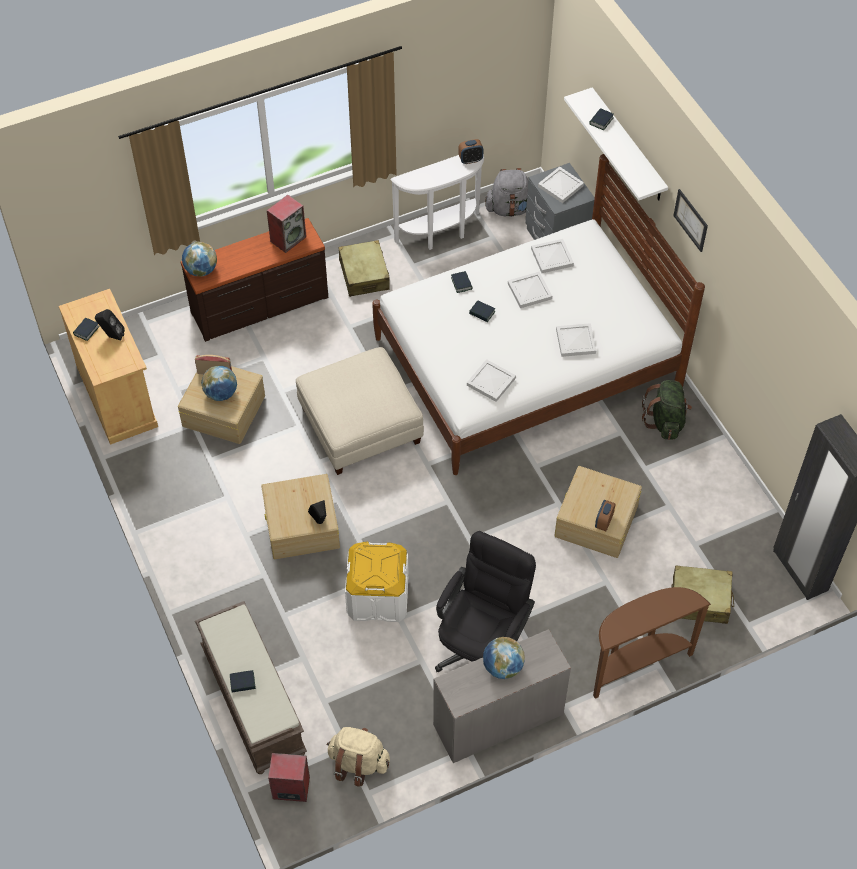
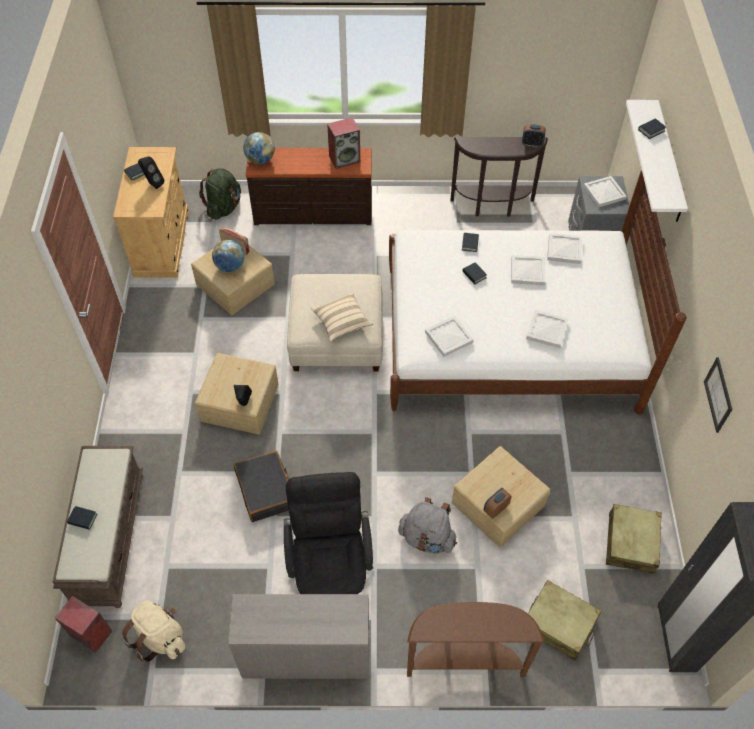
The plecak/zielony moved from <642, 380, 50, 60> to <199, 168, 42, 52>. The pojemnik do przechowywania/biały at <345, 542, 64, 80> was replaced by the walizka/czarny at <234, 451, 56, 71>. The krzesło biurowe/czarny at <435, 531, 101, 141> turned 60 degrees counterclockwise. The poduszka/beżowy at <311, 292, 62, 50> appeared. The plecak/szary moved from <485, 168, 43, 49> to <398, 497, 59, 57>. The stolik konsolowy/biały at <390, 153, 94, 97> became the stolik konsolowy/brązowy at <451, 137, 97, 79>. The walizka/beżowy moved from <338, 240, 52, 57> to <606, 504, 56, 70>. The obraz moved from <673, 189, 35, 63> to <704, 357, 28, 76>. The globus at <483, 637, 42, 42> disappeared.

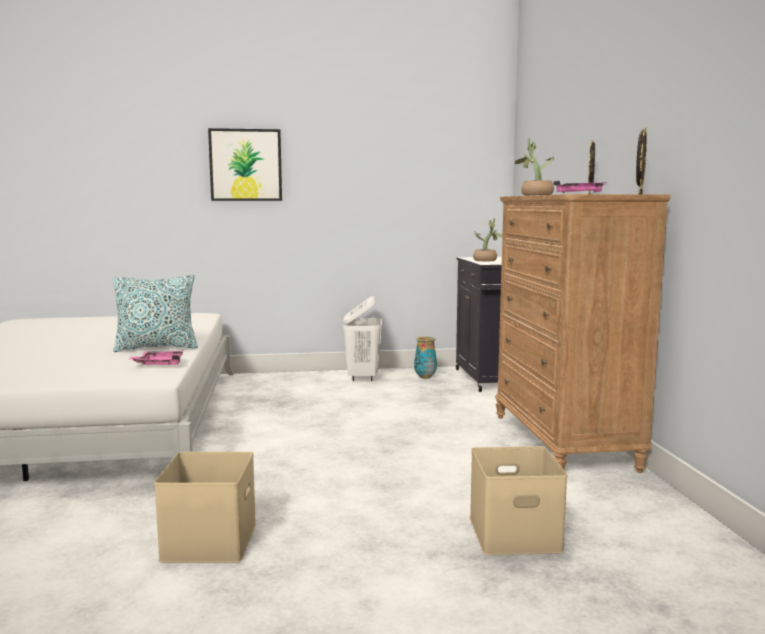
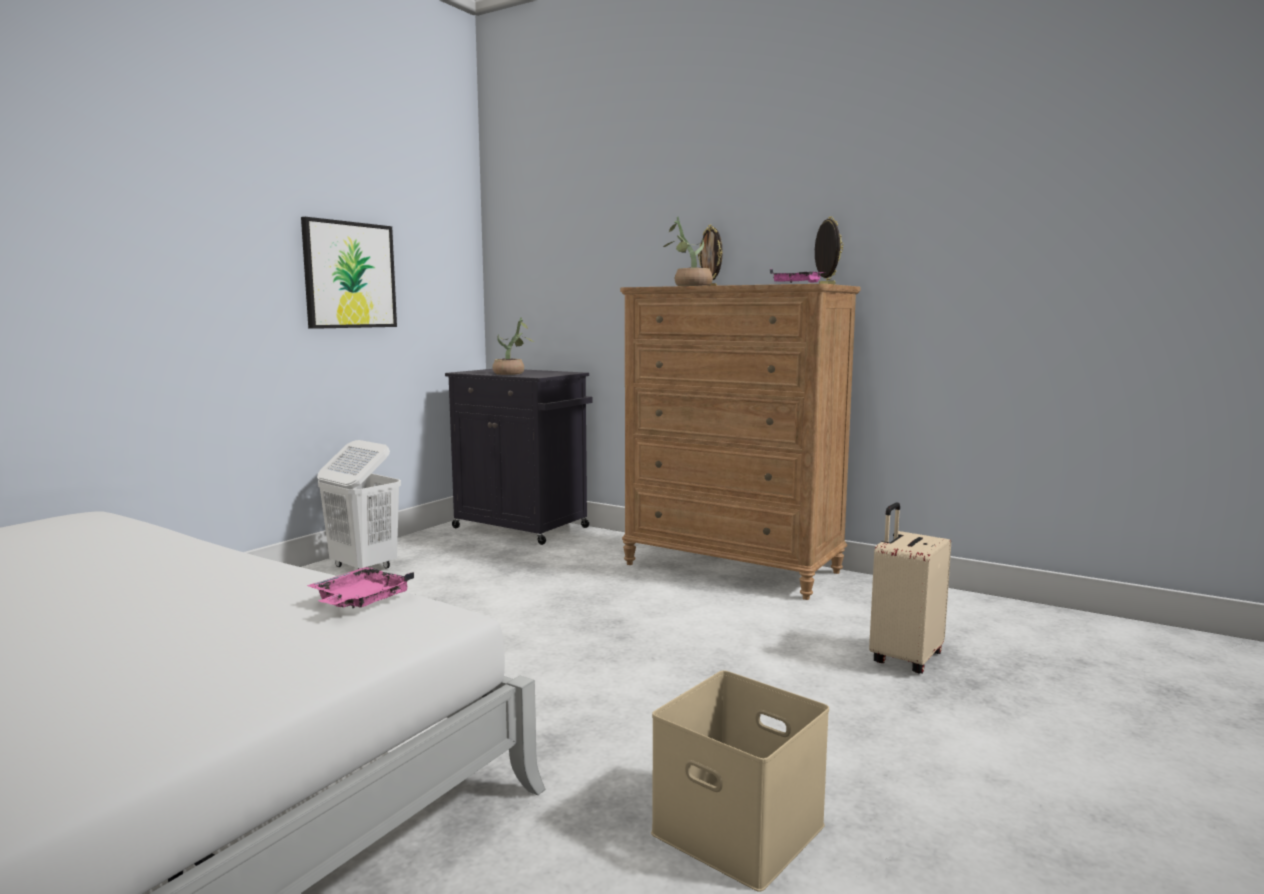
The obraz moved from <208, 128, 74, 73> to <301, 217, 96, 112>. The pojemnik do przechowywania/beżowy at <470, 446, 98, 109> was replaced by the walizka/beżowy at <869, 502, 82, 172>. The poduszka at <113, 275, 85, 77> disappeared. The wazon at <414, 336, 23, 43> disappeared.

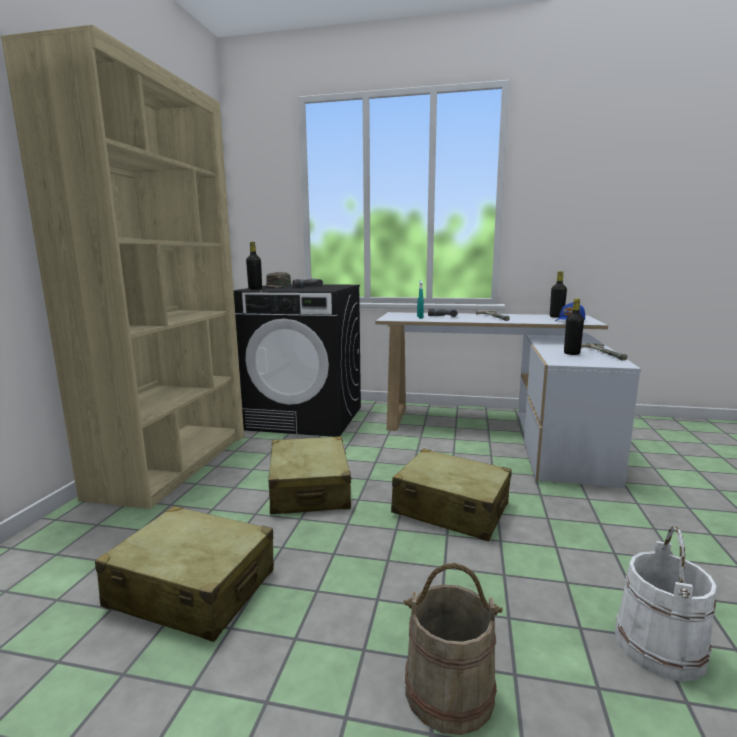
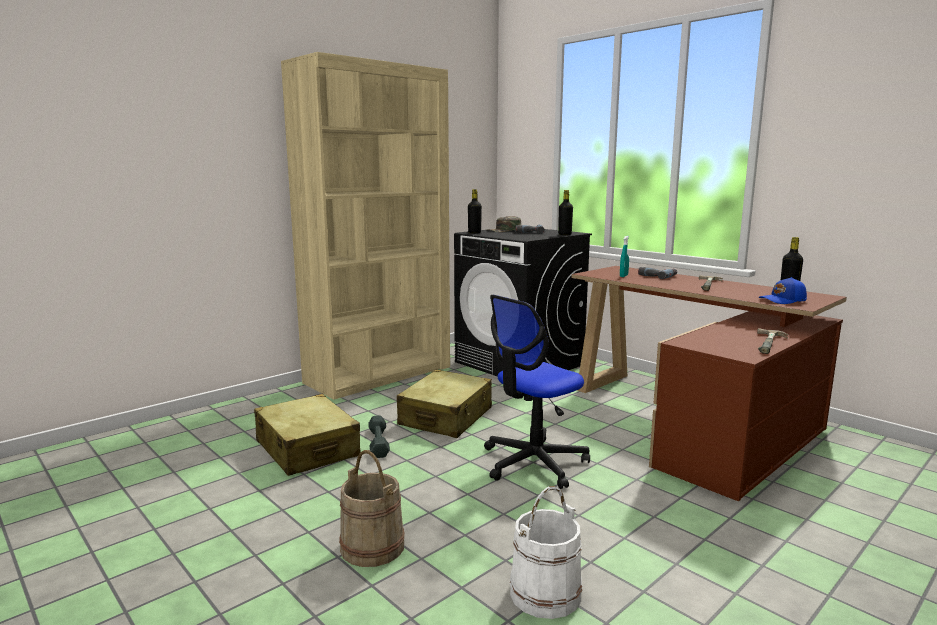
The hantel/szary at <368, 415, 22, 43> appeared. The walizka/beżowy at <391, 449, 121, 93> was replaced by the krzesło biurowe at <484, 295, 106, 194>. The butelka/czarny moved from <564, 298, 20, 57> to <558, 190, 15, 45>. The biurko/biały at <375, 312, 266, 176> became the biurko/brązowy at <572, 266, 275, 236>.

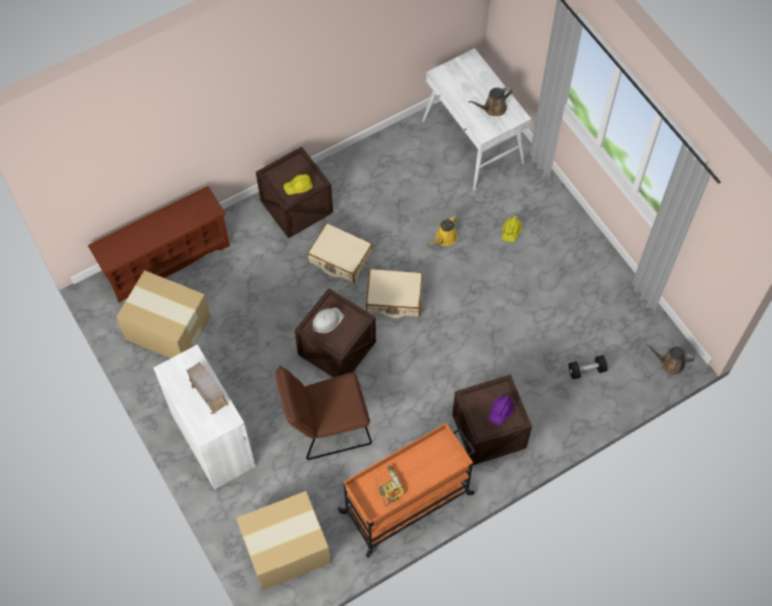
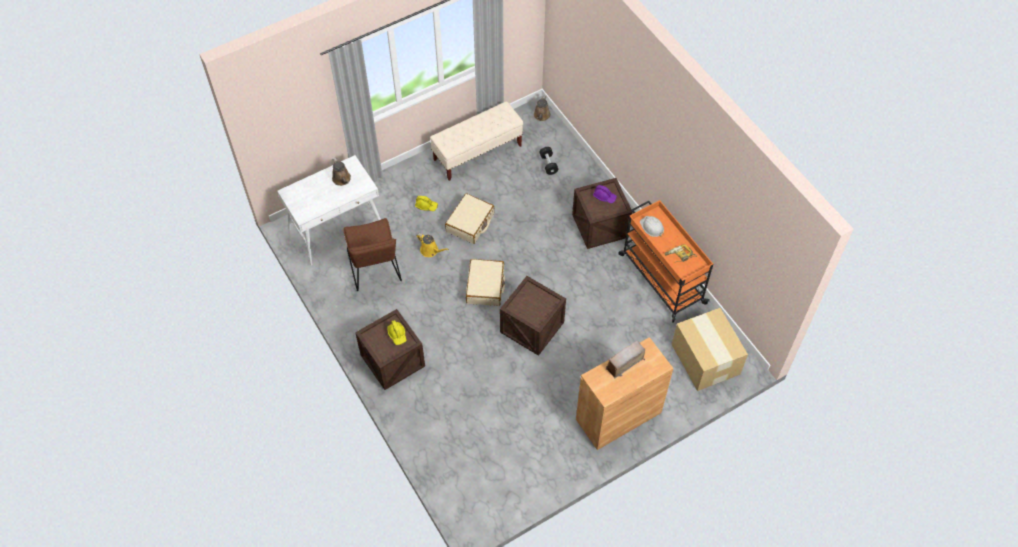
The krzesło/brązowy moved from <275, 366, 97, 94> to <343, 218, 59, 73>. The ławka/beżowy at <430, 101, 93, 80> appeared. The walizka/beżowy moved from <307, 223, 66, 60> to <445, 193, 49, 51>. The szafka/biały at <154, 344, 102, 146> became the szafka/brązowy at <576, 337, 97, 113>. The kask/biały moved from <313, 307, 31, 26> to <640, 216, 24, 21>. The regał na buty/brązowy at <88, 186, 142, 117> disappeared. The karton at <116, 270, 95, 88> disappeared.

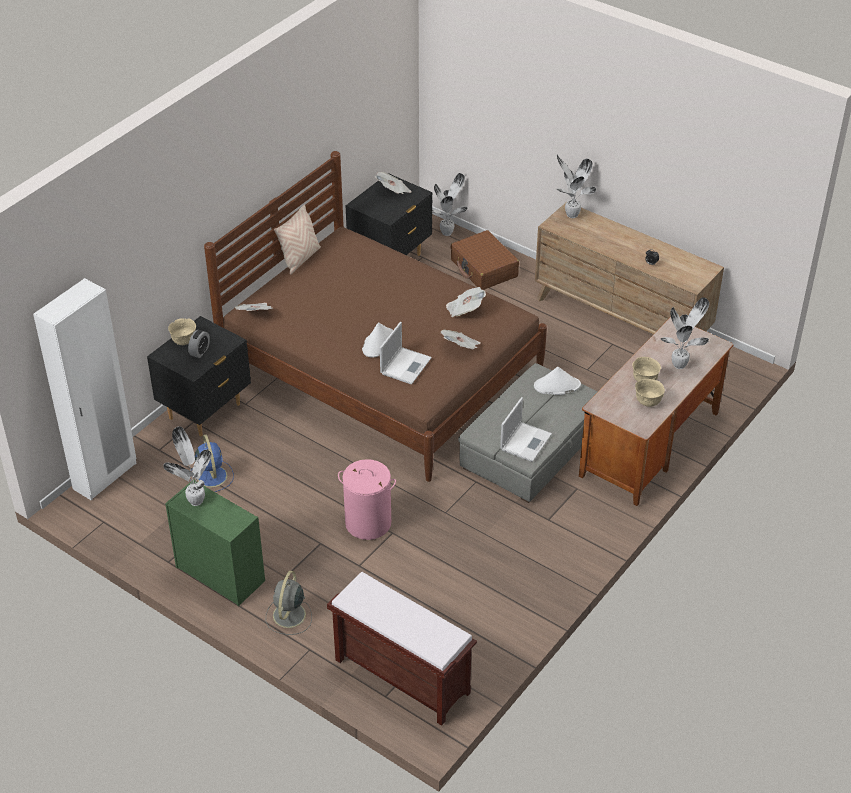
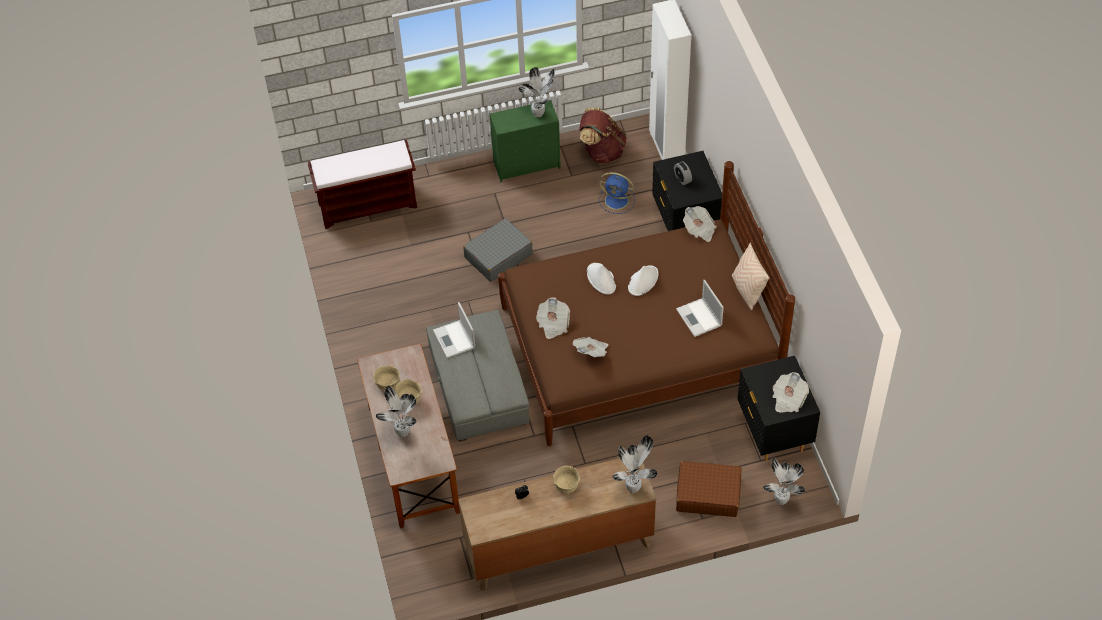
The kosz na pranie/różowy at <338, 459, 58, 81> was replaced by the walizka/szary at <463, 218, 70, 64>. The miska/beżowy moved from <168, 318, 28, 27> to <553, 466, 27, 28>. The plecak/brązowy at <579, 107, 48, 57> appeared. The kapelusz/biały moved from <534, 367, 47, 28> to <628, 265, 31, 31>. The laptop moved from <380, 322, 52, 63> to <676, 280, 48, 57>. The wentylator/szary at <266, 571, 46, 64> disappeared.

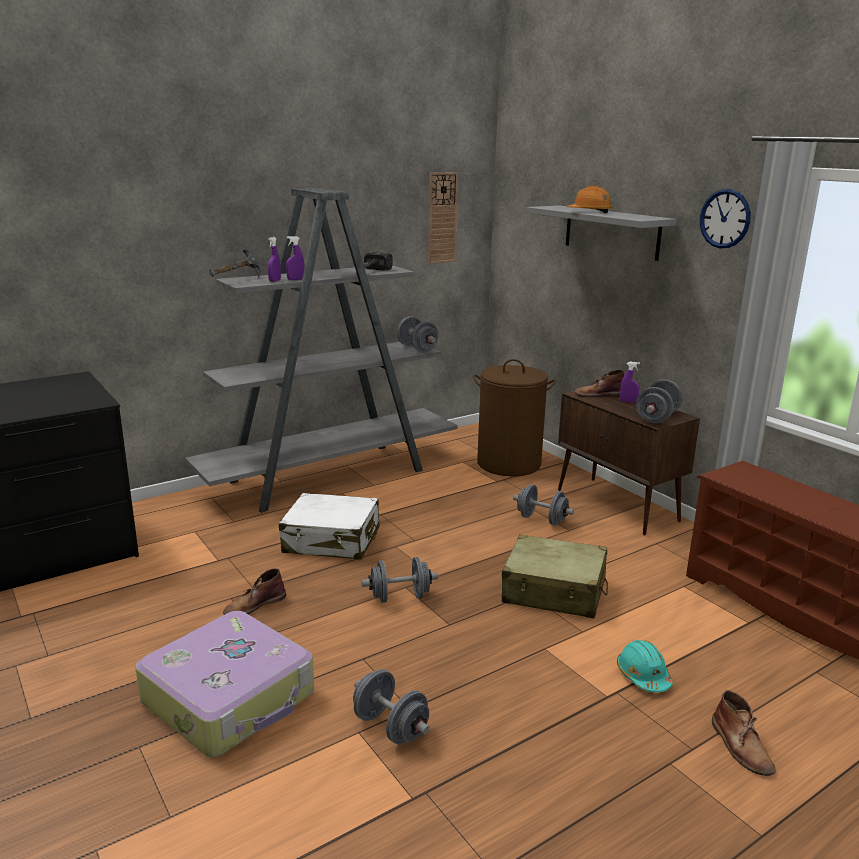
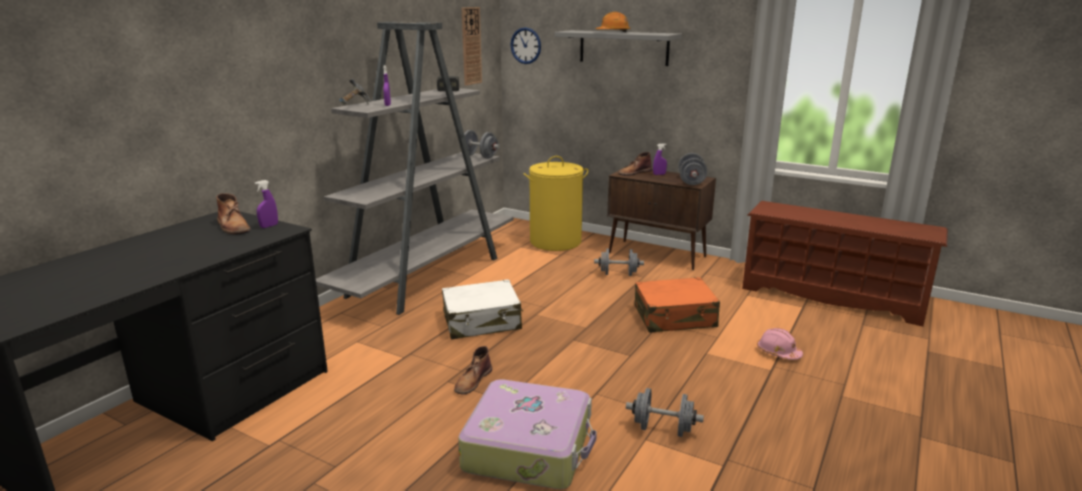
The but z cholewką/brązowy moved from <712, 690, 64, 86> to <216, 193, 35, 42>. The spryskiwacz/fioletowy moved from <286, 236, 19, 44> to <255, 180, 23, 48>. The zegar ścienny moved from <700, 189, 51, 59> to <510, 27, 31, 37>. The kosz na pranie/brązowy at <473, 359, 83, 117> became the kosz na pranie/żółty at <523, 156, 65, 95>. The walizka/beżowy at <502, 535, 106, 83> became the walizka/pomarańczowy at <634, 277, 86, 56>. The kask/turkusowy at <617, 640, 55, 52> became the kask/różowy at <757, 328, 46, 32>. The hantel/szary at <362, 557, 76, 46> disappeared.

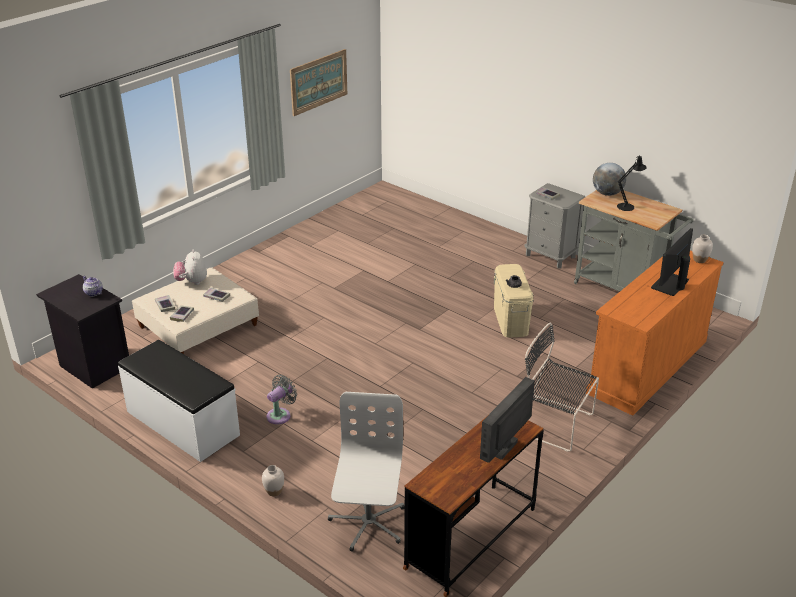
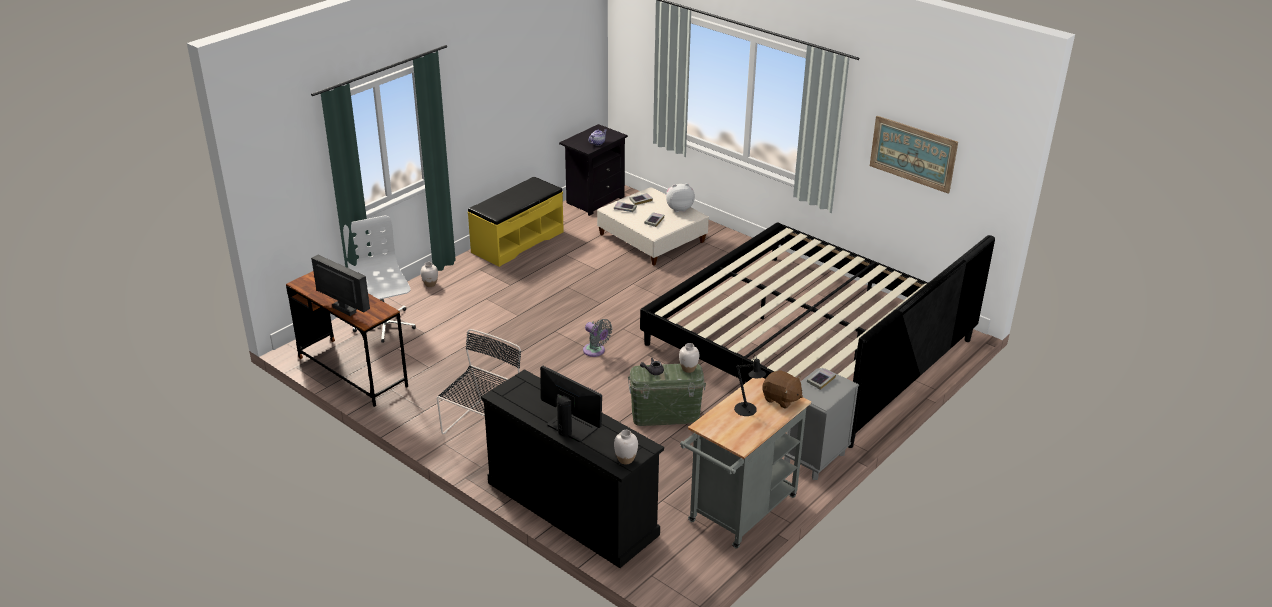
The krzesło biurowe/biały at <328, 392, 77, 160> turned 120 degrees counterclockwise. The ławka/biały at <118, 340, 122, 122> became the ławka/żółty at <468, 177, 96, 90>. The komoda/pomarańczowy at <586, 250, 138, 166> became the komoda/czarny at <481, 369, 183, 199>. The wentylator/szary moved from <267, 375, 30, 49> to <583, 319, 29, 38>. The pojemnik do przechowywania/beżowy at <494, 264, 39, 74> became the pojemnik do przechowywania/zielony at <628, 364, 78, 62>. The łóżko at <640, 222, 355, 226> appeared. The wazon/biały at <679, 343, 20, 30> appeared. The globus at <593, 163, 33, 33> was replaced by the pluszak/brązowy at <762, 370, 41, 39>.

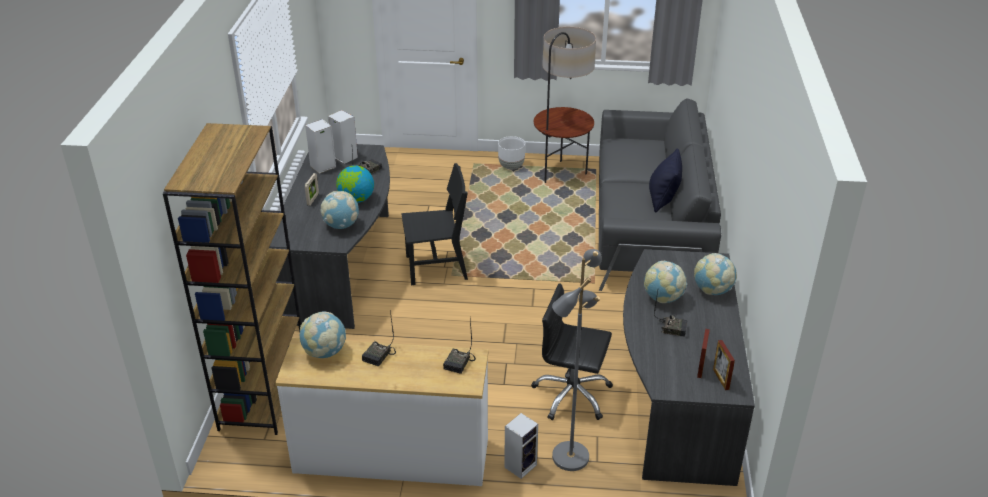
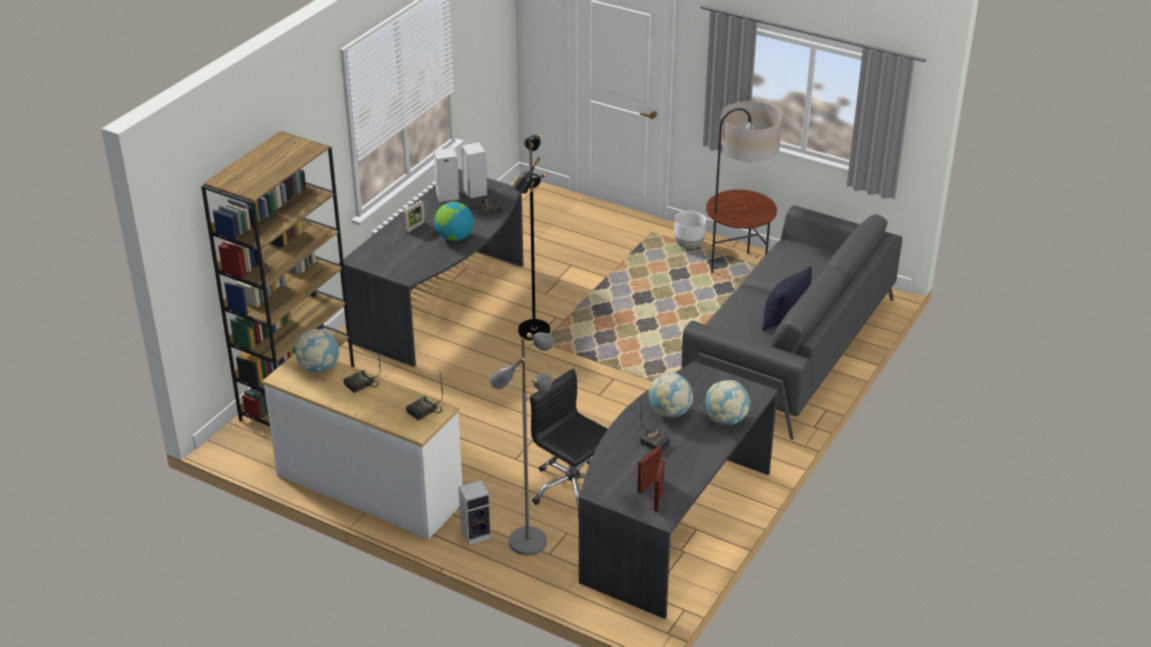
The krzesło/czarny at <402, 163, 66, 122> was replaced by the lampa stojąca/czarny at <513, 133, 37, 208>. The globus at <321, 191, 38, 38> disappeared.

